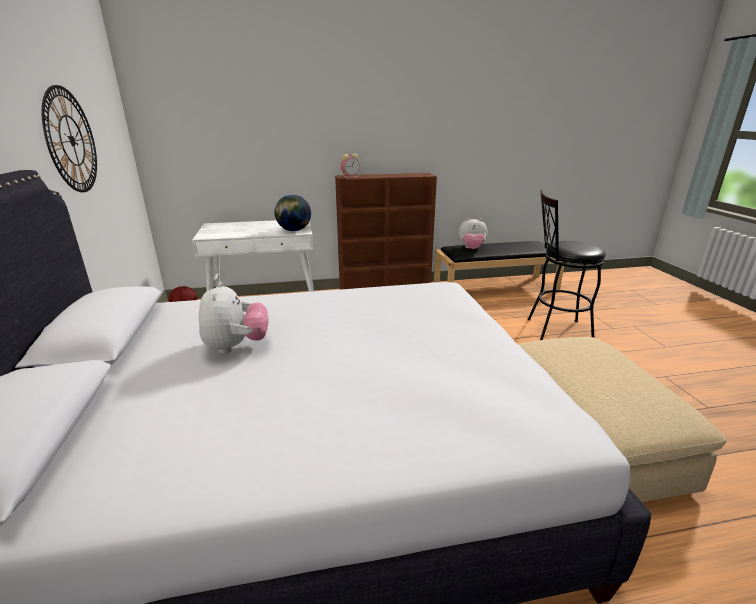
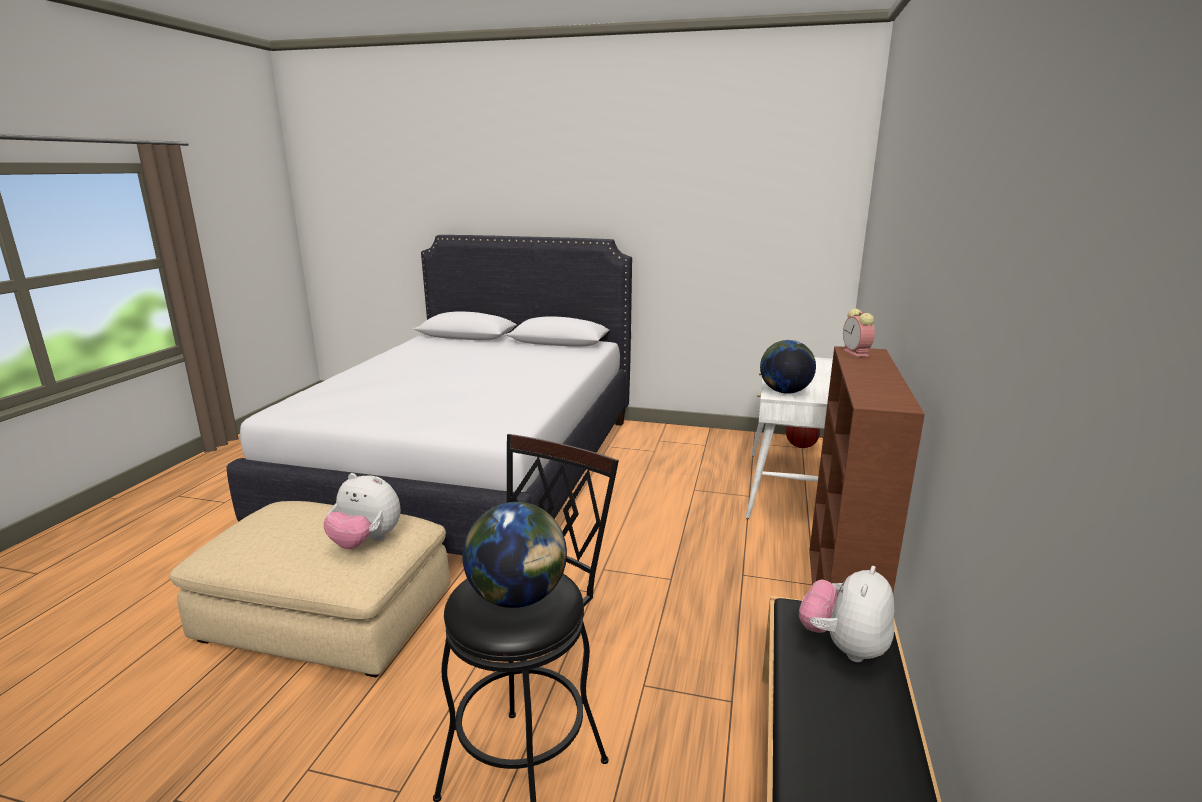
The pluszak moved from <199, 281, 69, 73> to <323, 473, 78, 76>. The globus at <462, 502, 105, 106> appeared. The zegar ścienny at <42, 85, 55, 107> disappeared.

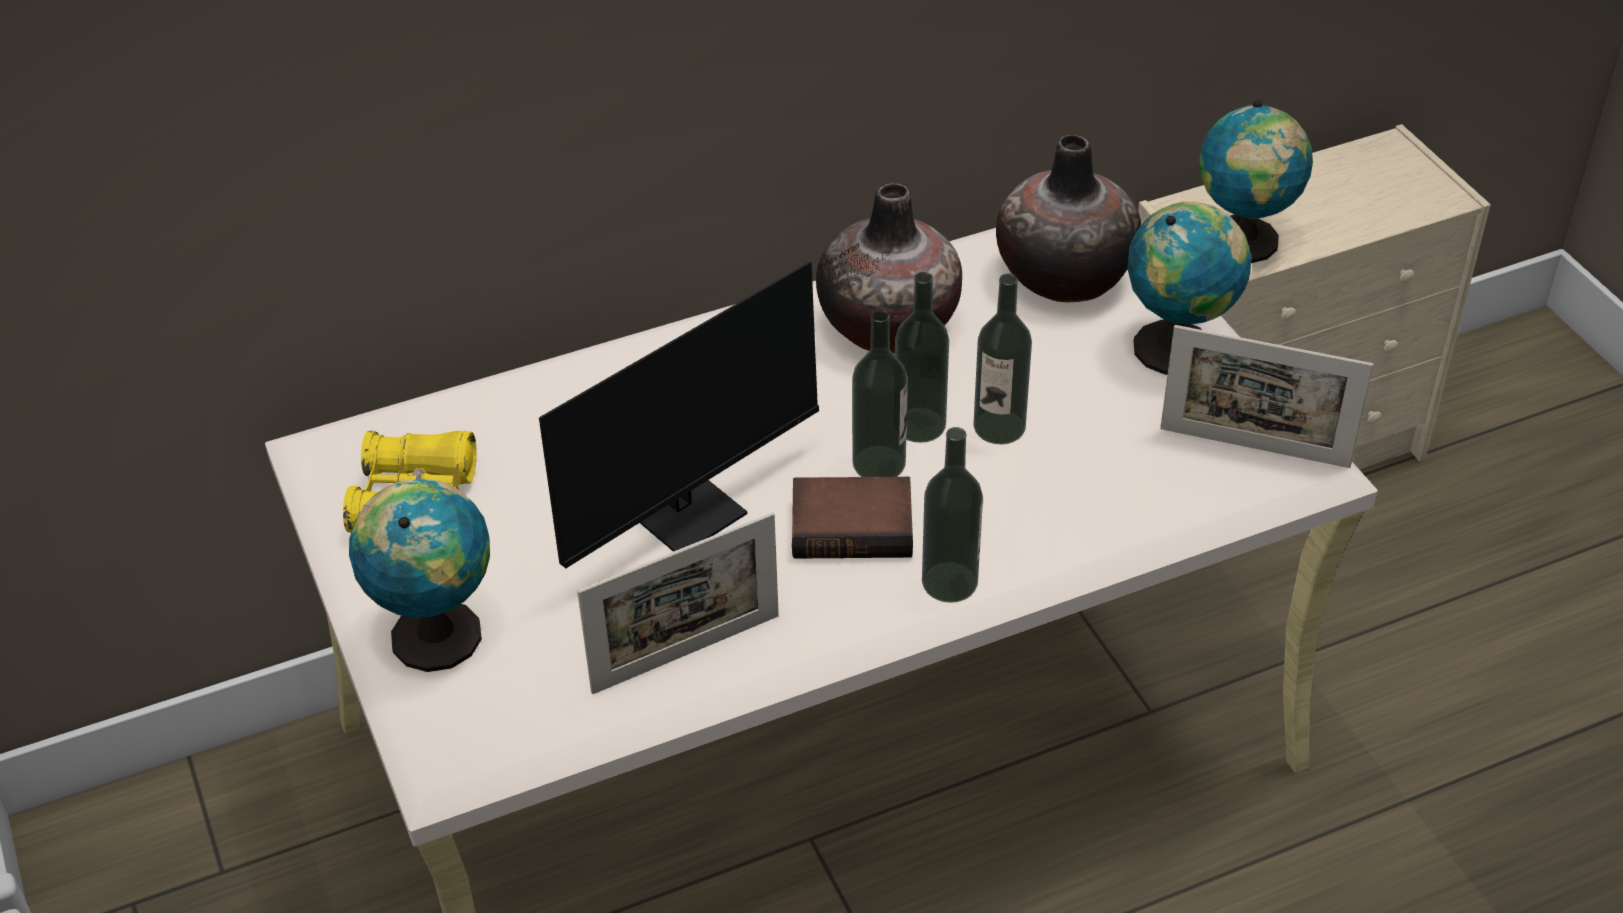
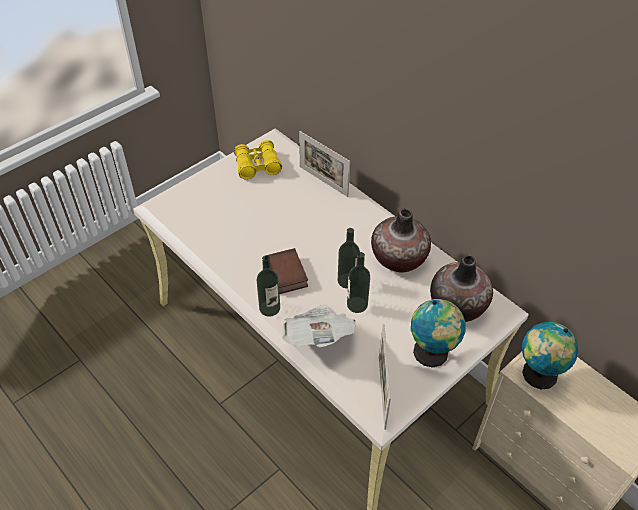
The gazeta at <282, 305, 74, 42> appeared. The ramka na zdjęcie moved from <577, 512, 202, 182> to <299, 131, 51, 66>. The globus at <349, 479, 141, 193> disappeared. The monitor at <539, 243, 353, 326> disappeared. The butelka at <852, 310, 56, 167> disappeared.

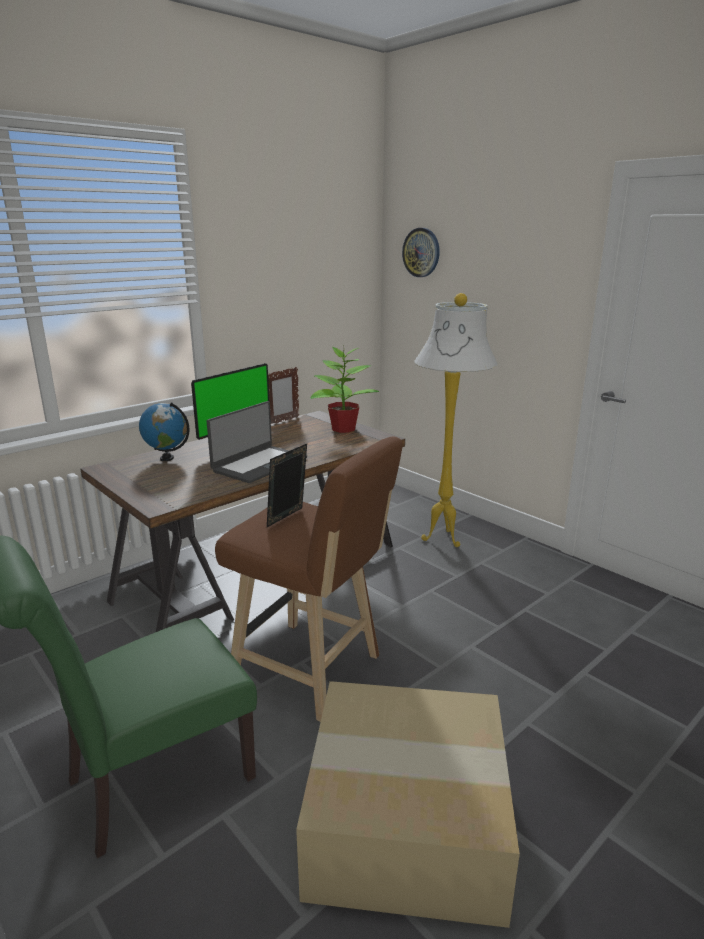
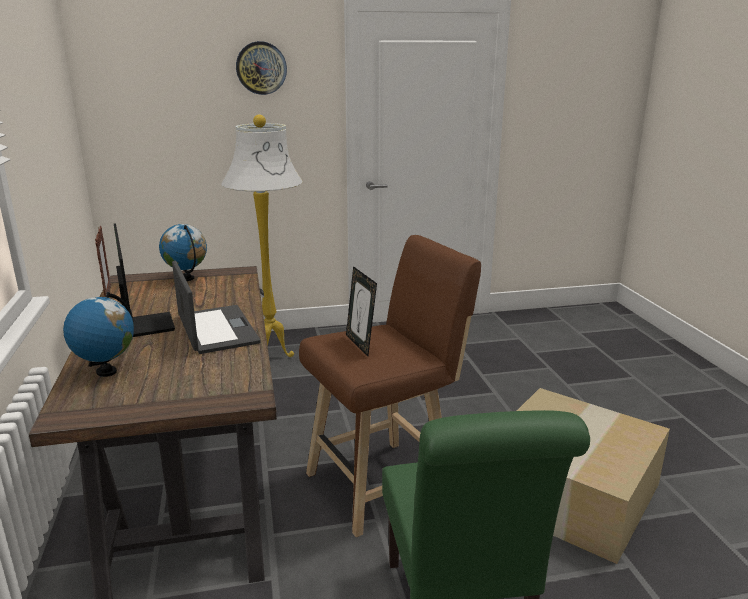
The roślina doniczkowa at <310, 345, 69, 88> was replaced by the globus at <159, 224, 48, 57>. The zegar ścienny moved from <402, 228, 38, 49> to <236, 41, 51, 54>.

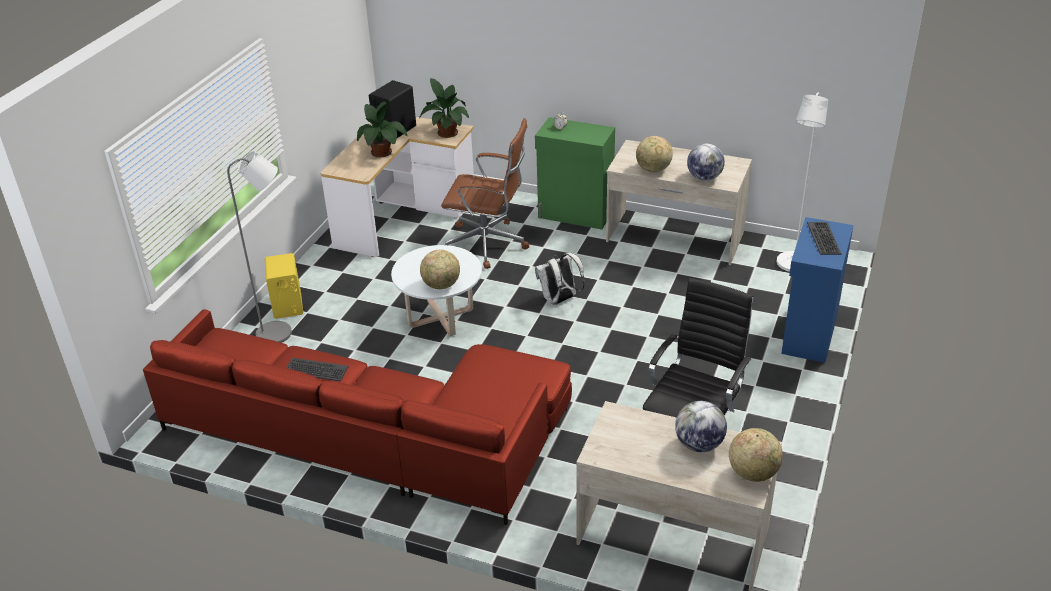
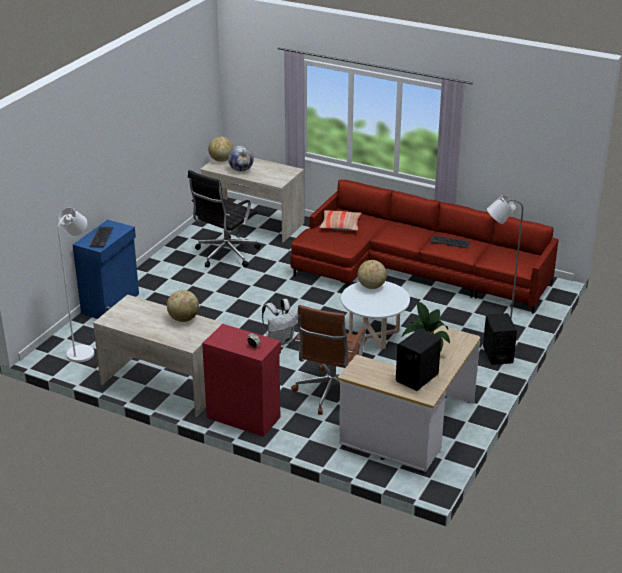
The szafka/zielony at <535, 117, 80, 113> became the szafka/czerwony at <202, 324, 79, 113>. The krzesło biurowe/brązowy at <441, 118, 88, 151> turned 90 degrees counterclockwise. The poduszka at <319, 210, 42, 21> appeared. The głośnik/żółty at <265, 253, 38, 66> became the głośnik/czarny at <483, 313, 34, 52>. The roślina doniczkowa at <419, 78, 50, 60> disappeared. The globus at <687, 143, 38, 38> disappeared.

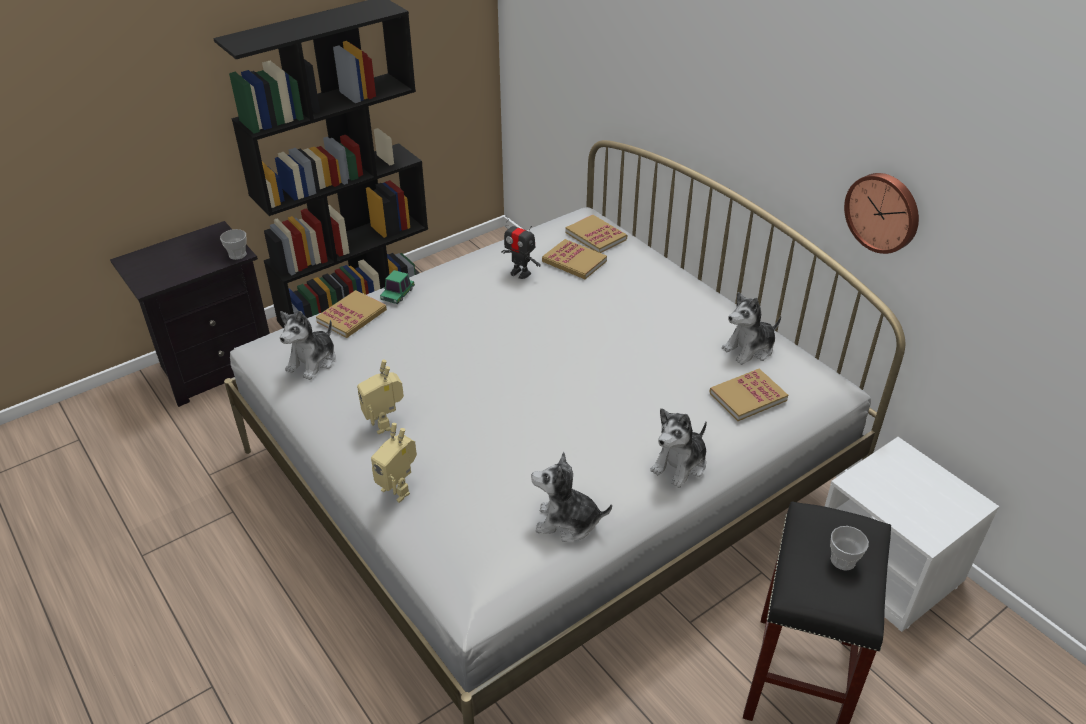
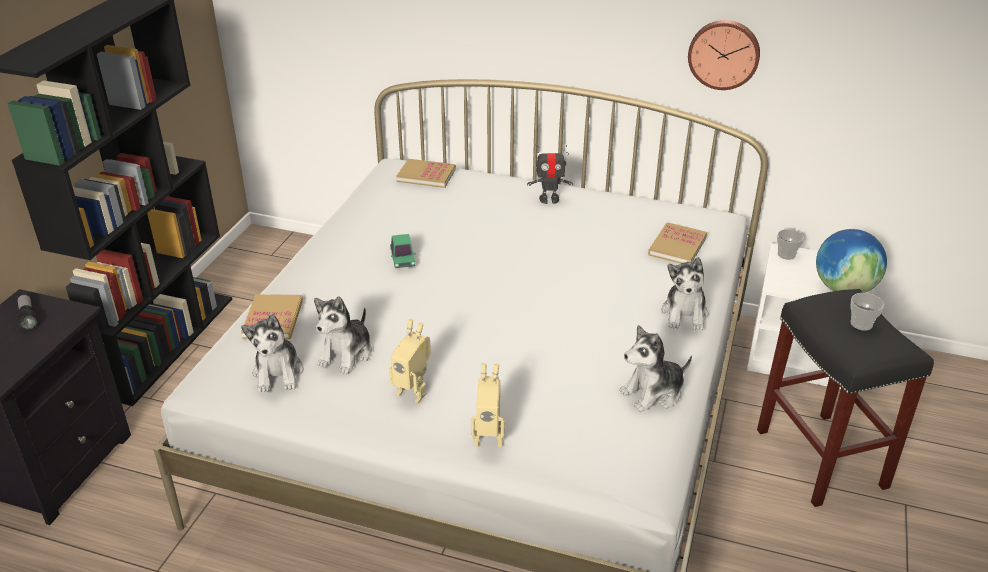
The latarka at <17, 291, 20, 39> appeared. The pluszak moved from <722, 292, 59, 73> to <314, 296, 58, 78>. The samochodzik moved from <380, 270, 35, 34> to <390, 234, 26, 34>. The robot zabawkowy moved from <502, 215, 39, 64> to <527, 144, 46, 60>. The filiżanka moved from <220, 229, 27, 31> to <777, 229, 27, 31>. The globus at <816, 229, 71, 64> appeared. The książka at <542, 239, 65, 40> disappeared.

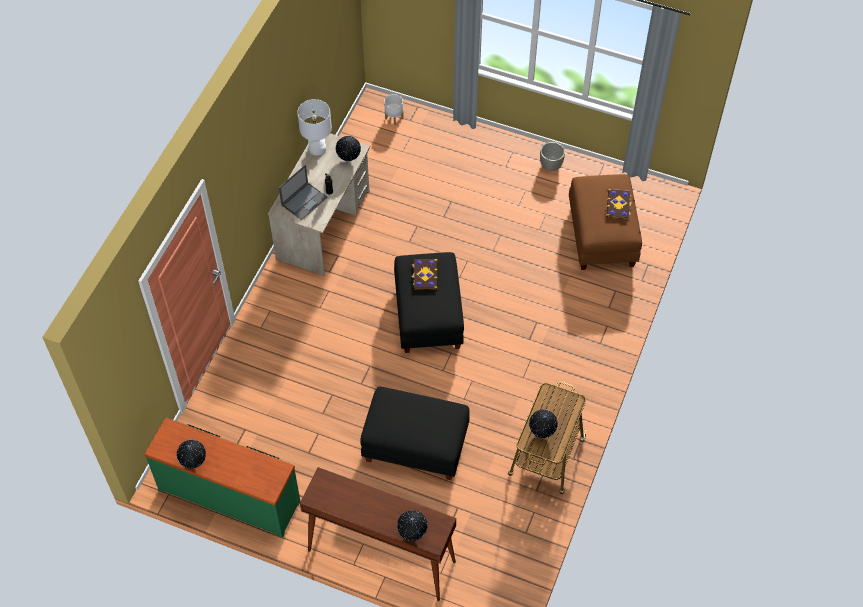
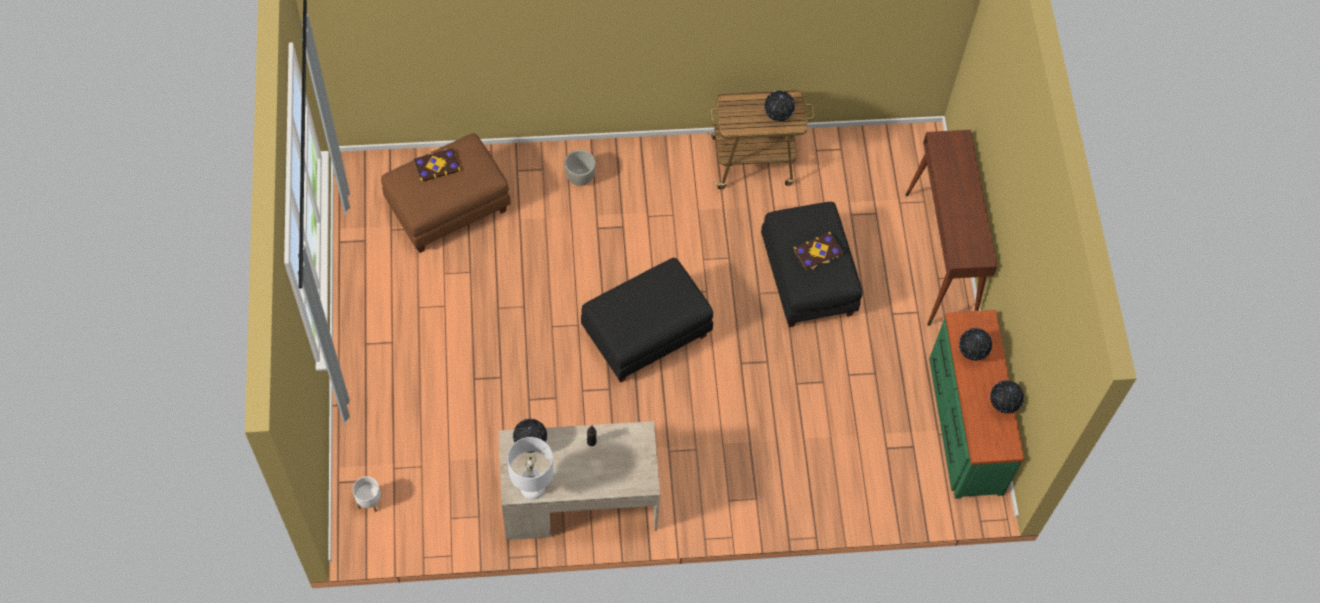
The donica/szary moved from <540, 142, 25, 29> to <564, 150, 32, 36>. The książka moved from <412, 259, 25, 31> to <793, 232, 50, 38>. The globus moved from <397, 510, 31, 31> to <959, 328, 33, 33>. The laptop at <279, 165, 49, 55> disappeared.

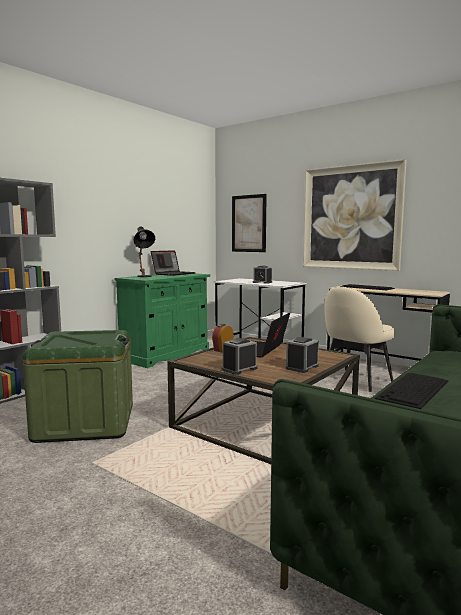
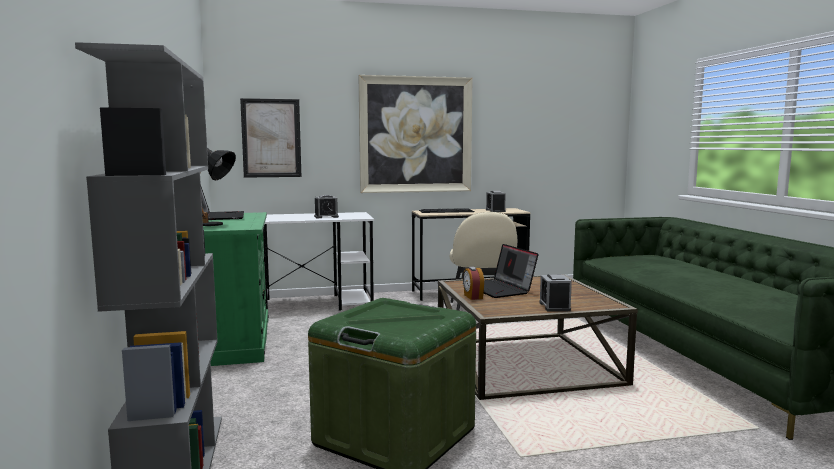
The budzik moved from <286, 337, 33, 36> to <486, 191, 20, 21>. The klawiatura at <375, 373, 74, 36> disappeared.

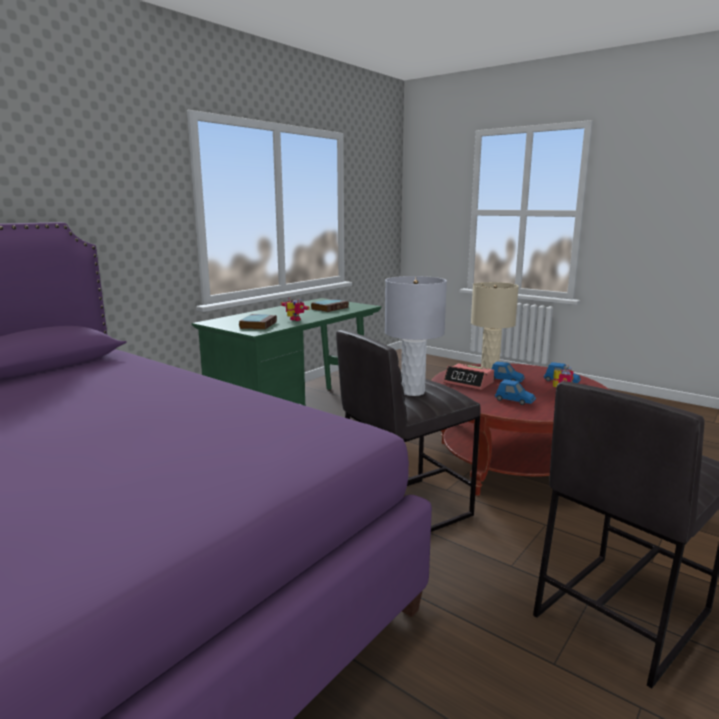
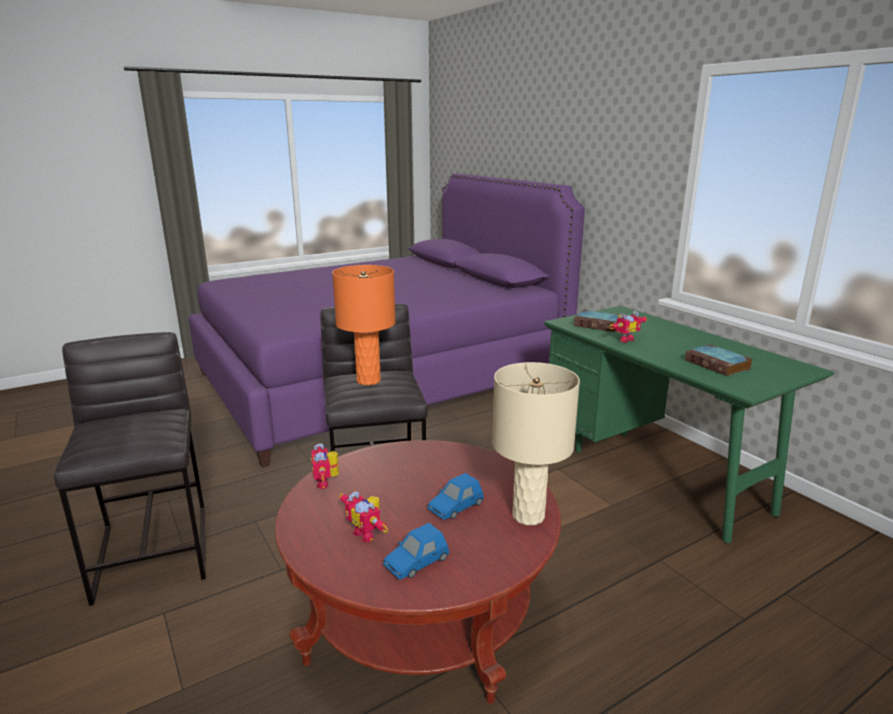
The robot zabawkowy at <311, 443, 28, 46> appeared. The lampa stołowa/szary at <385, 276, 62, 120> became the lampa stołowa/pomarańczowy at <332, 265, 64, 120>. The budzik at <443, 364, 51, 26> disappeared. The samochodzik/niebieski at <495, 379, 41, 26> disappeared.

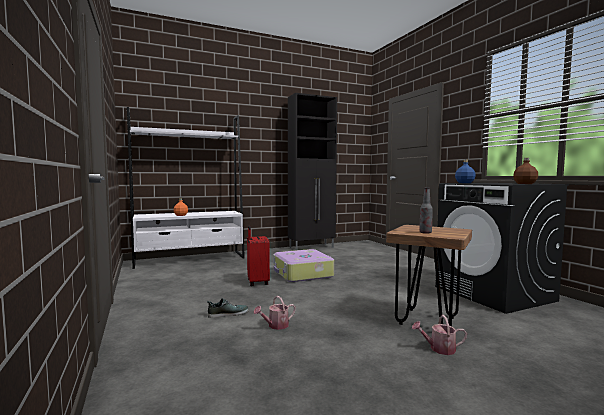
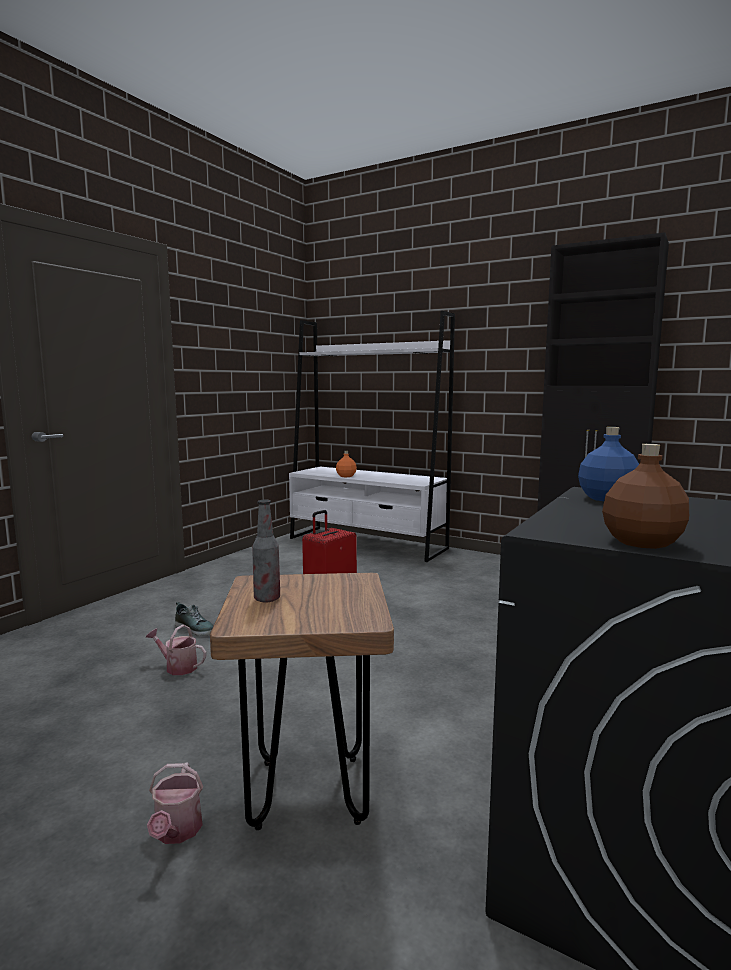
The konewka at <412, 315, 55, 40> turned 150 degrees counterclockwise. The walizka at <273, 249, 61, 33> disappeared.

